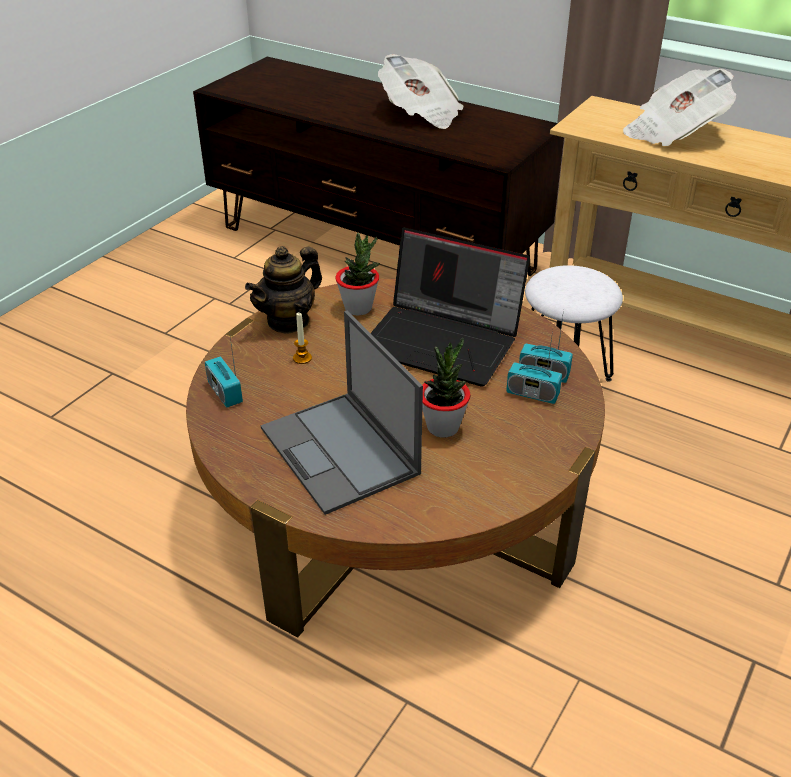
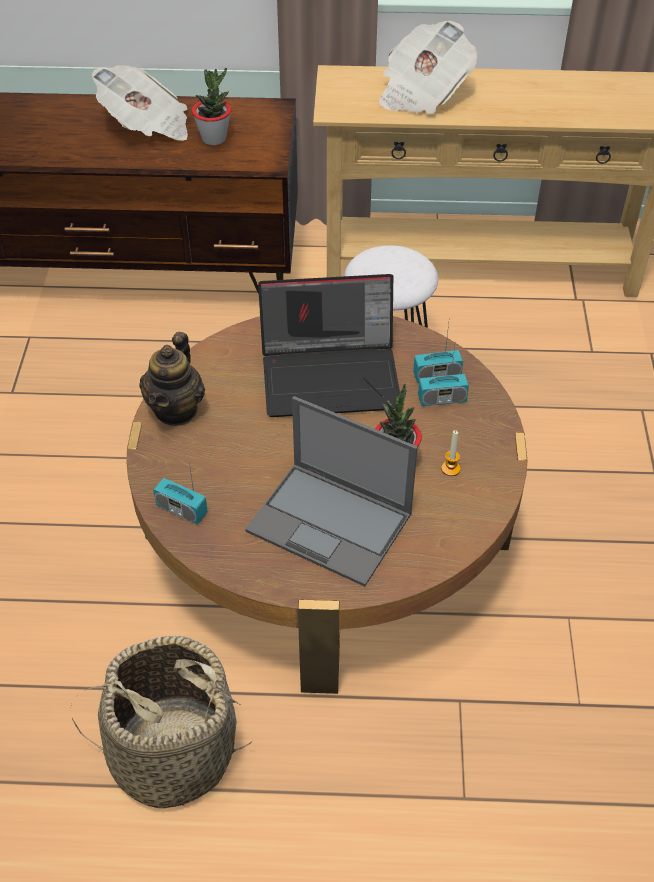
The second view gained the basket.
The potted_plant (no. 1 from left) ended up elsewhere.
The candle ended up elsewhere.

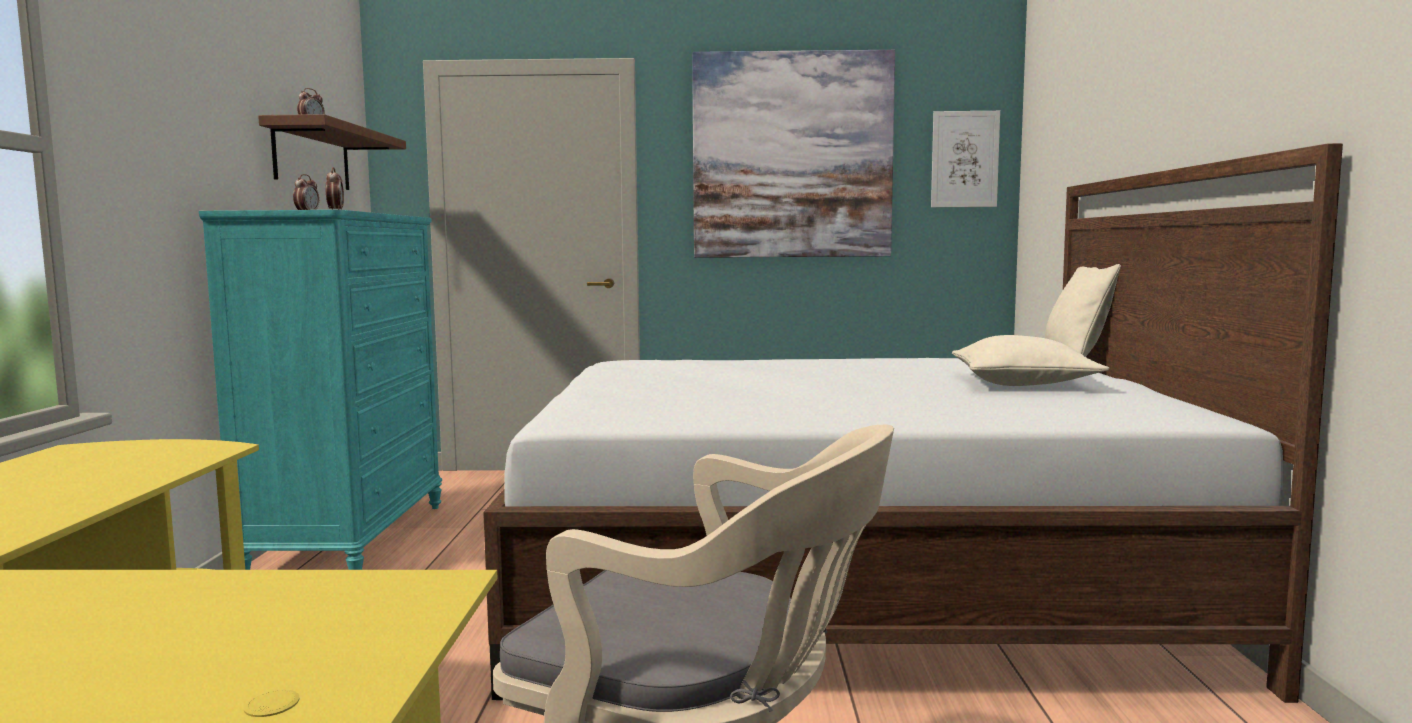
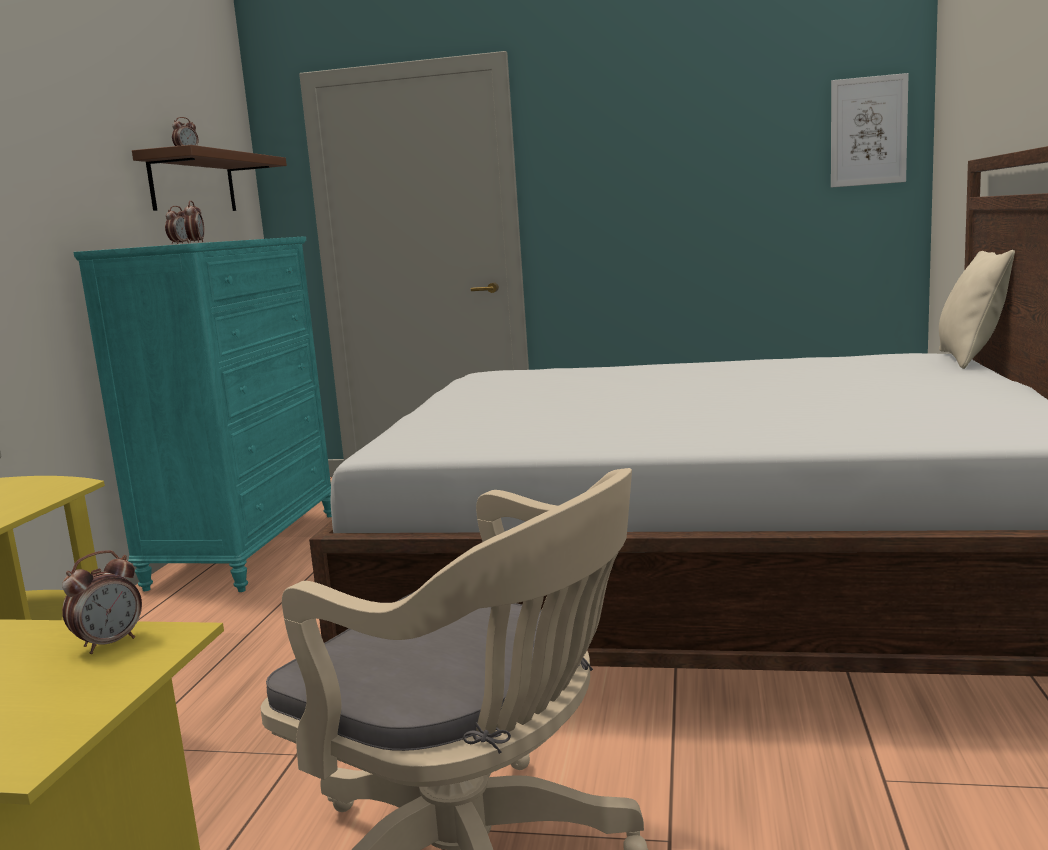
The second view gained the alarm_clock (no. 1 from left).
The second view lost the picture (no. 1 from left).
The second view lost the beige_pillow (no. 1 from left).

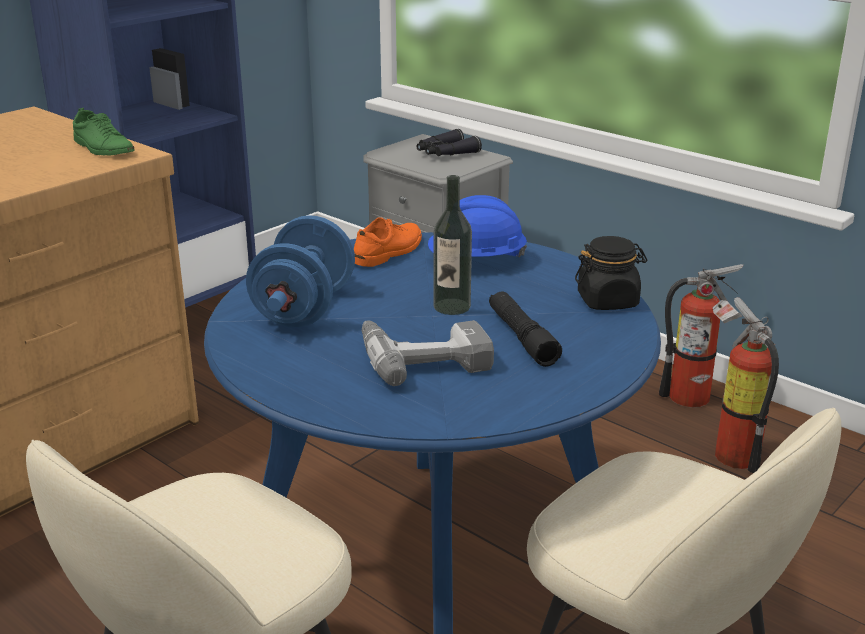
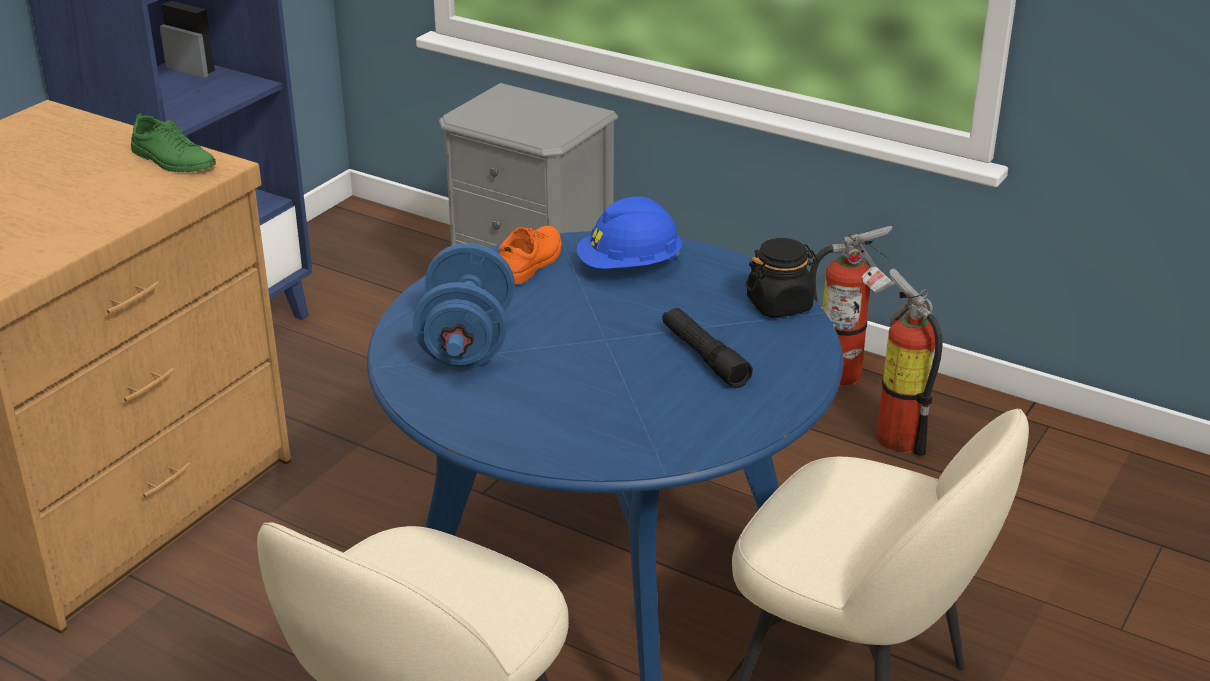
The second view lost the power_drill.
The second view lost the black_binoculars.
The second view lost the bottle.

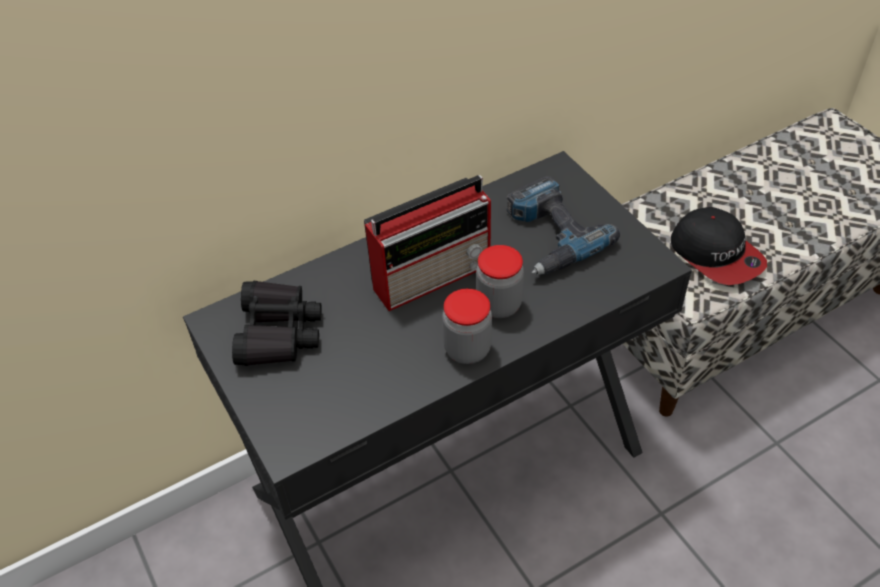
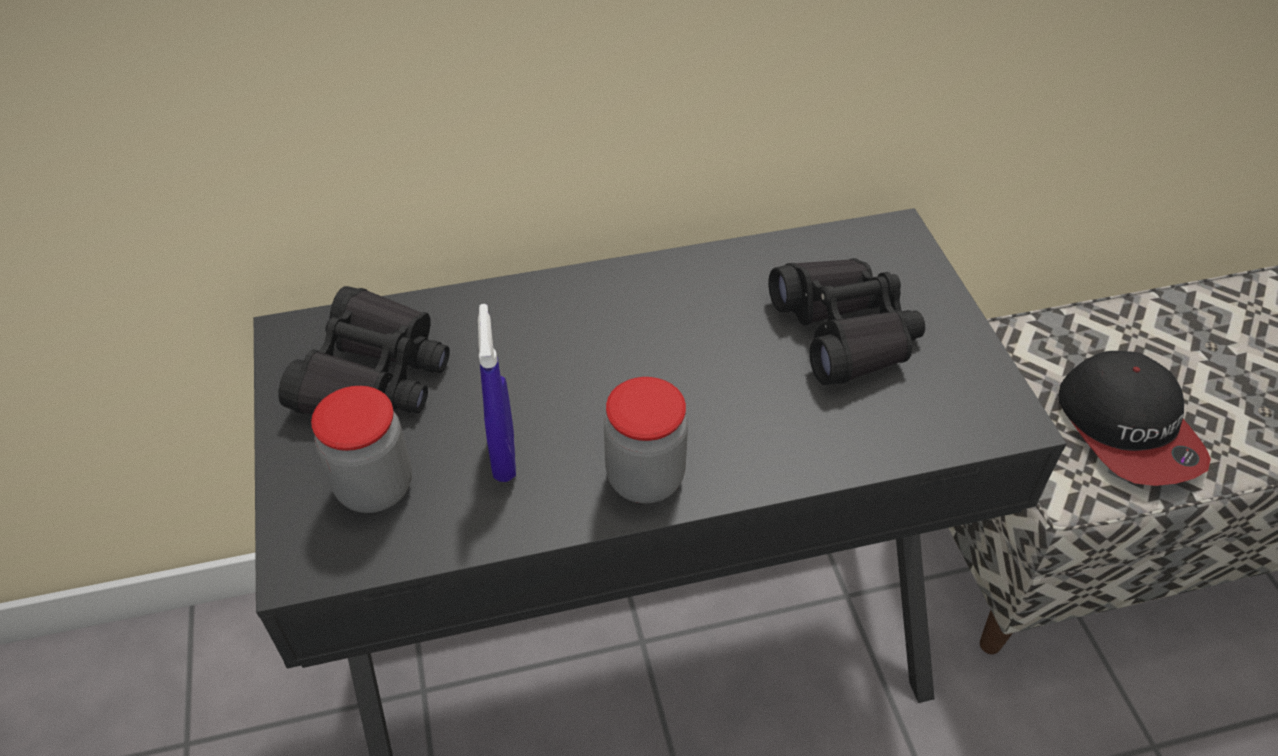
The jar (no. 2 from left in the first image) ended up elsewhere.
The second view gained the blue_spray_bottle.
Where the power_drill stood, the black_binoculars (no. 2 from left) came to stand.
The second view lost the radio.

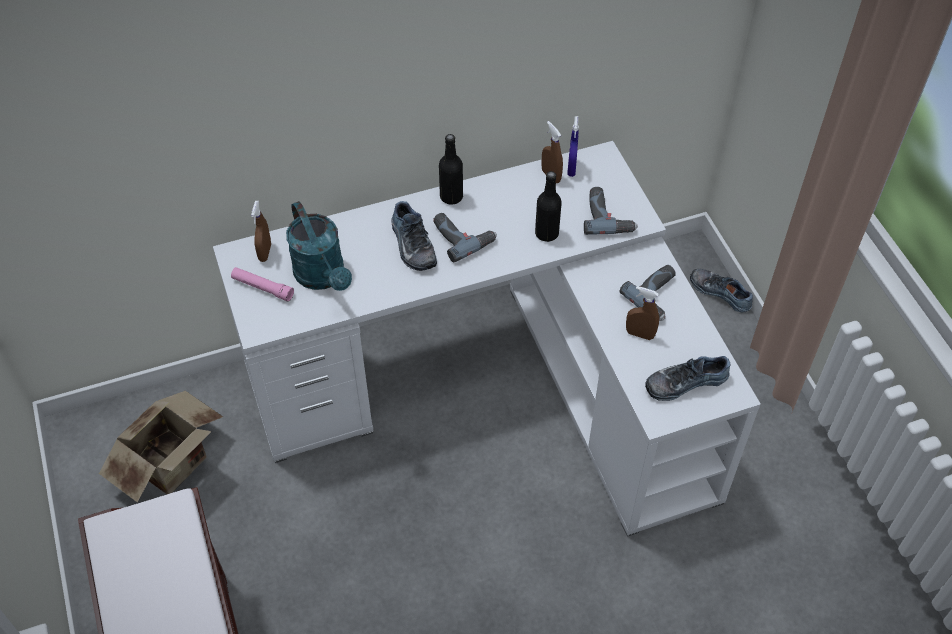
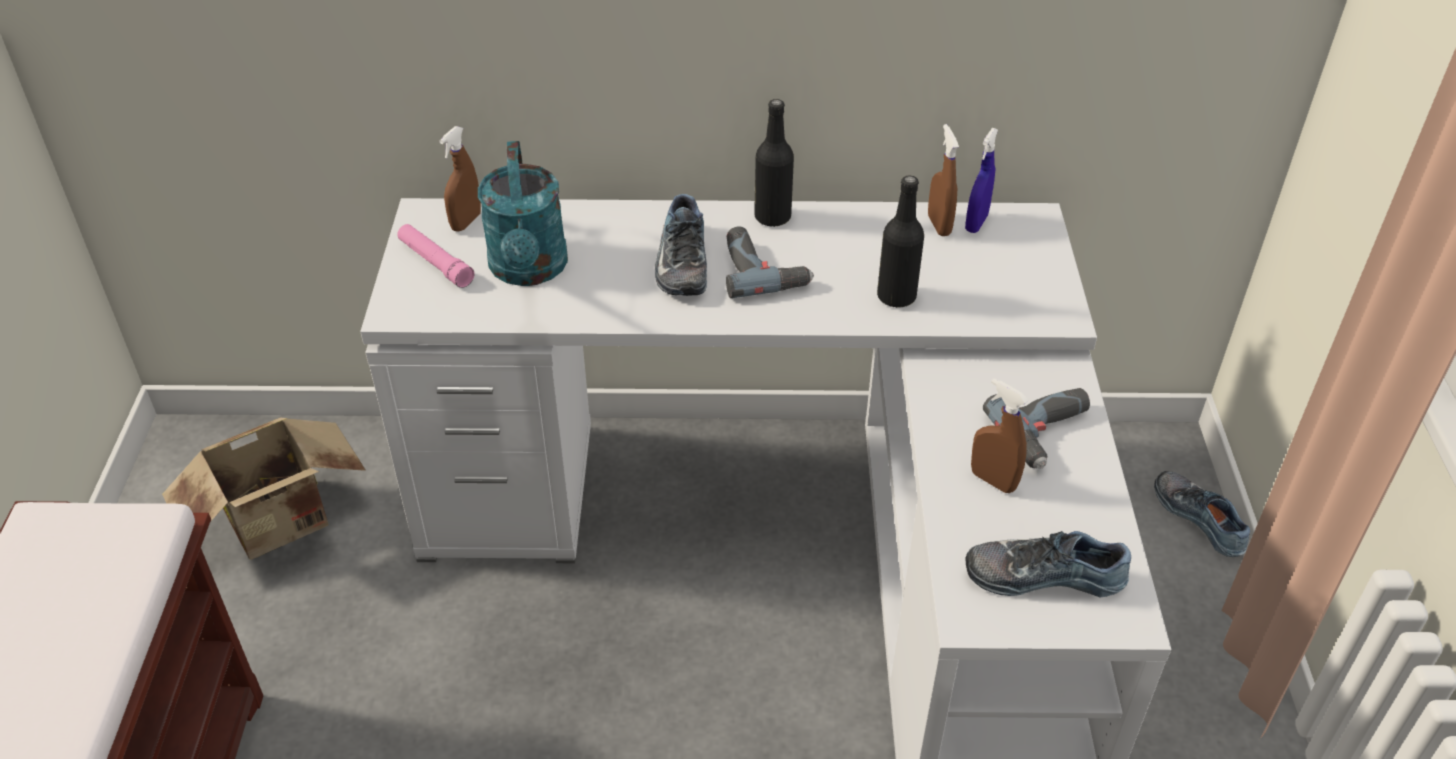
The second view lost the power_drill (no. 2 from left).

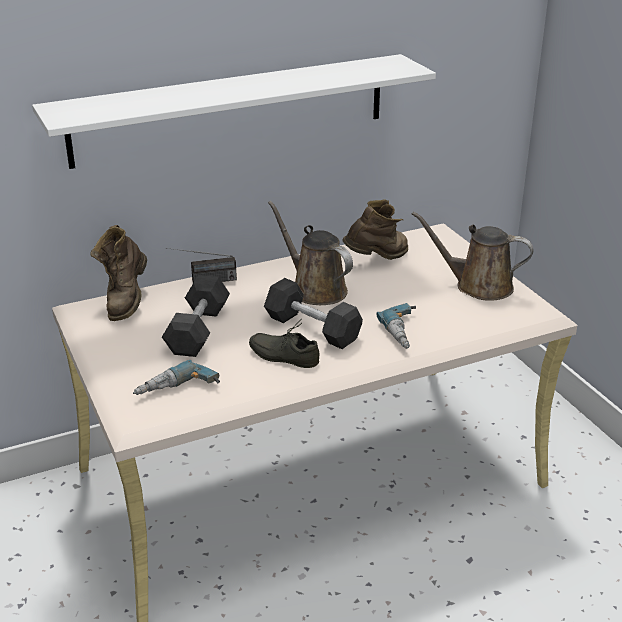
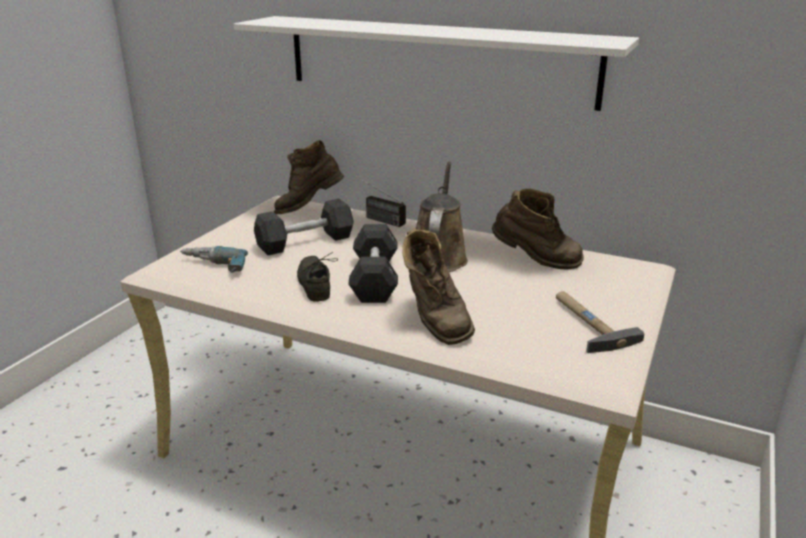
Where the power_drill (no. 2 from left) stood, the brown_boot (no. 2 from left) came to stand.
Where the brown_watering_can (no. 2 from left) stood, the hammer came to stand.

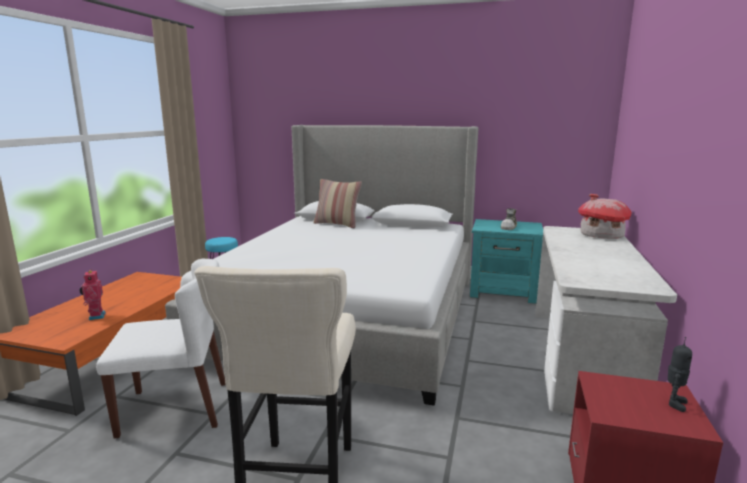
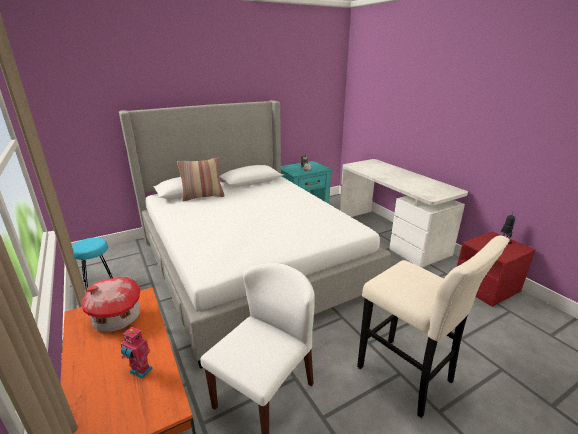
The toy_house ended up elsewhere.

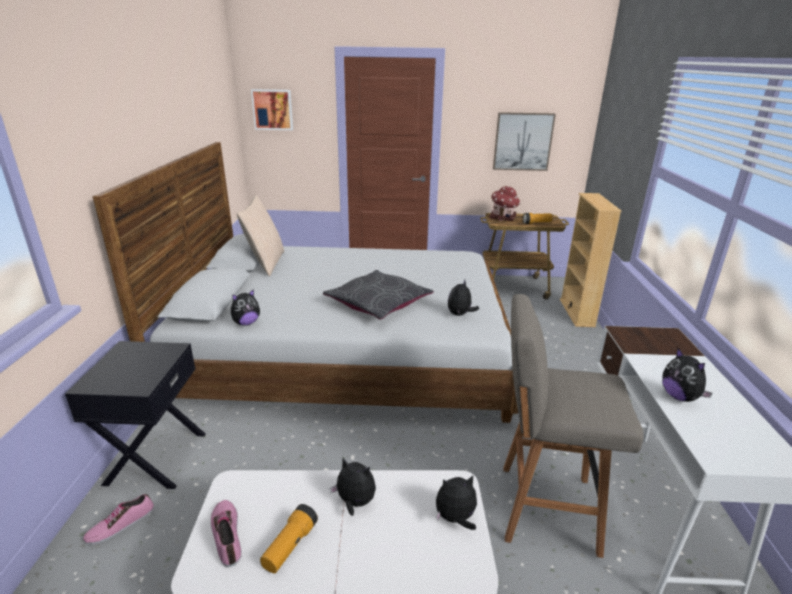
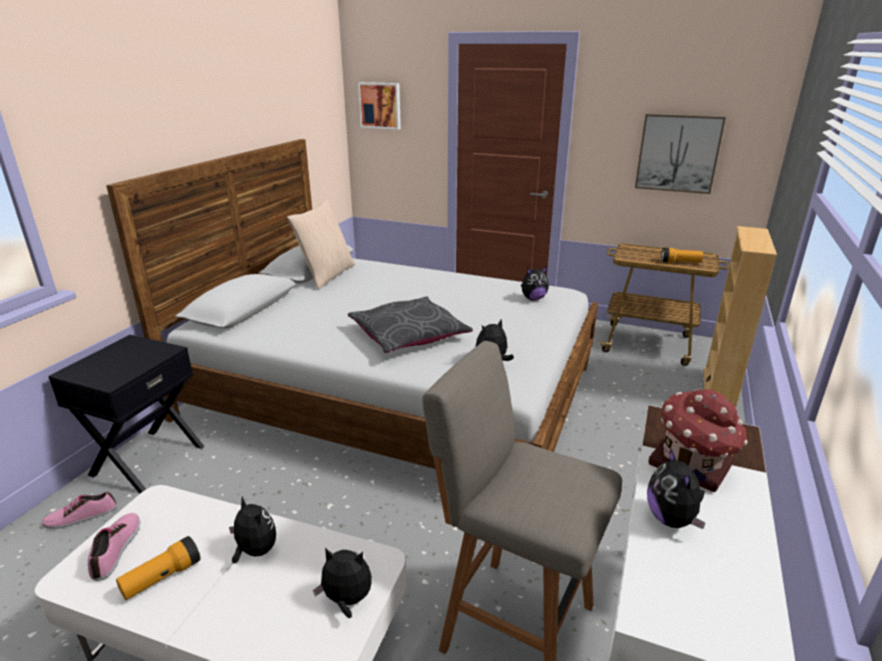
The plush_toy (no. 1 from left in the first image) ended up elsewhere.
The toy_house ended up elsewhere.

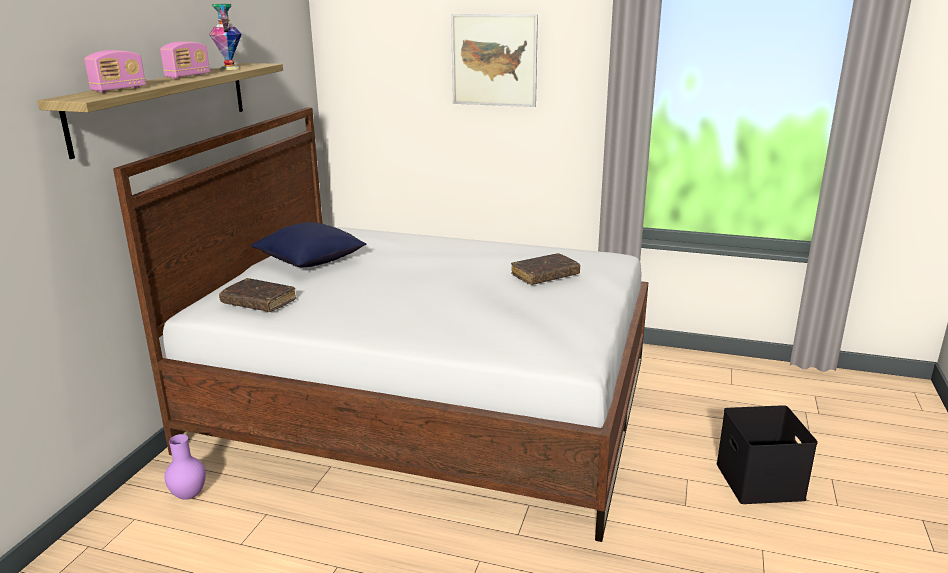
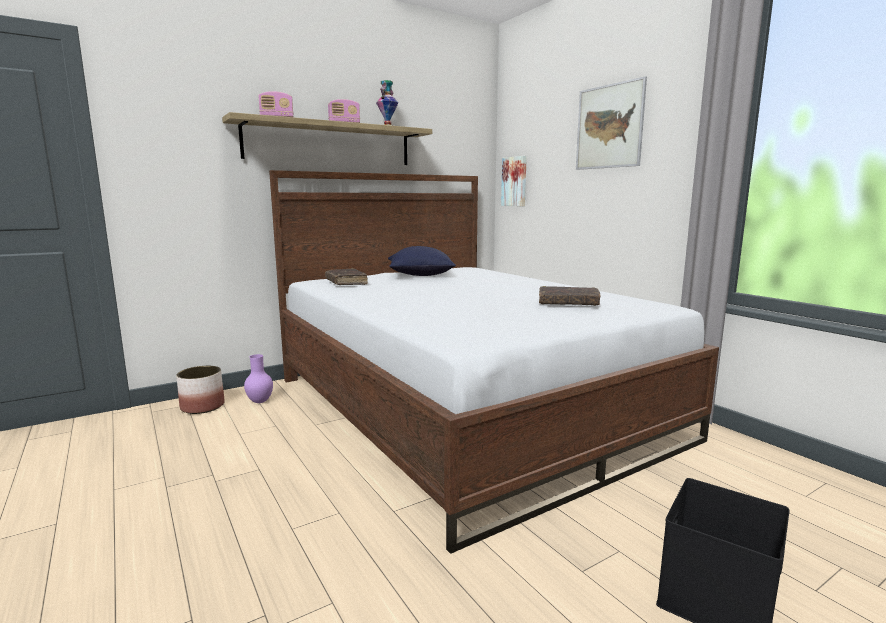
The second view gained the planter.
The second view gained the picture (no. 1 from left).

